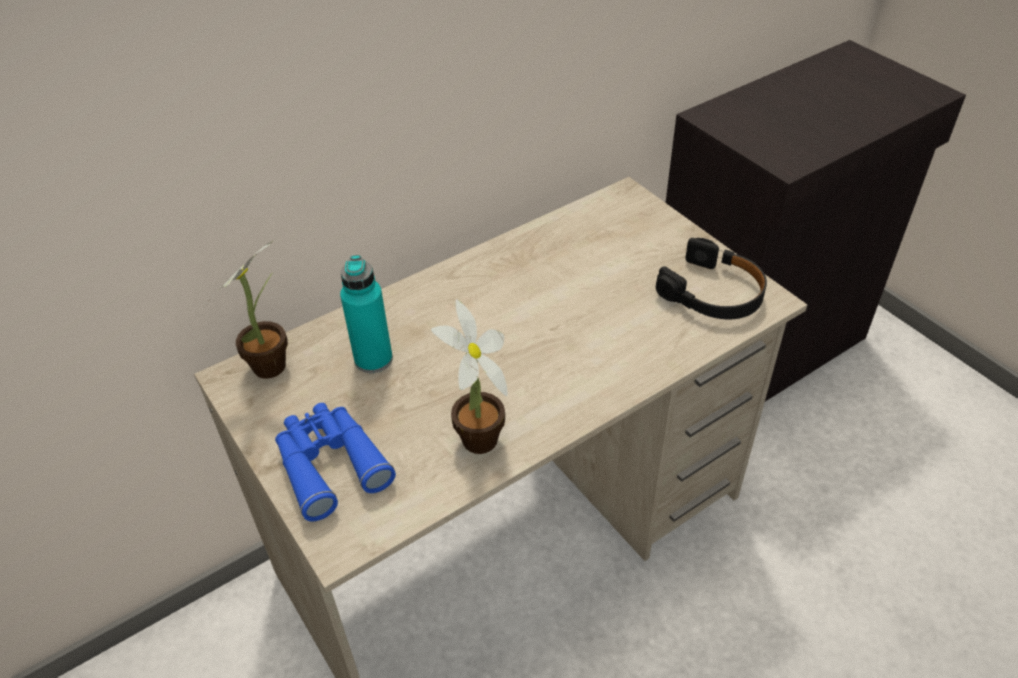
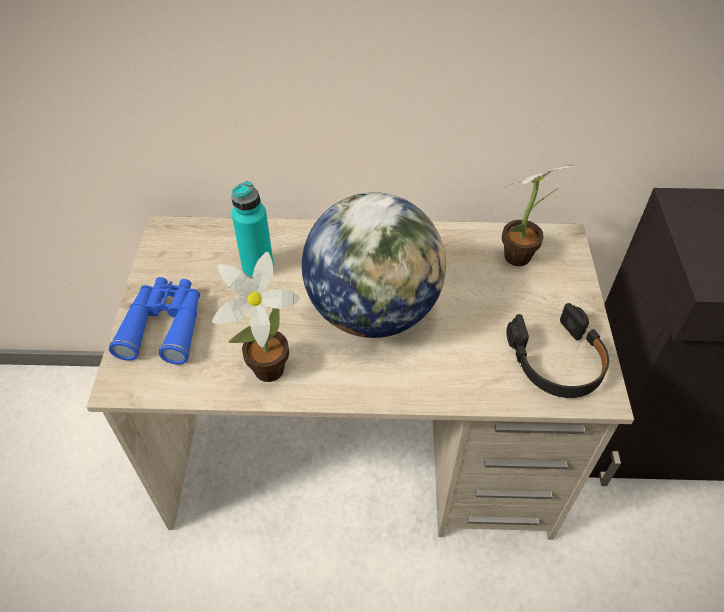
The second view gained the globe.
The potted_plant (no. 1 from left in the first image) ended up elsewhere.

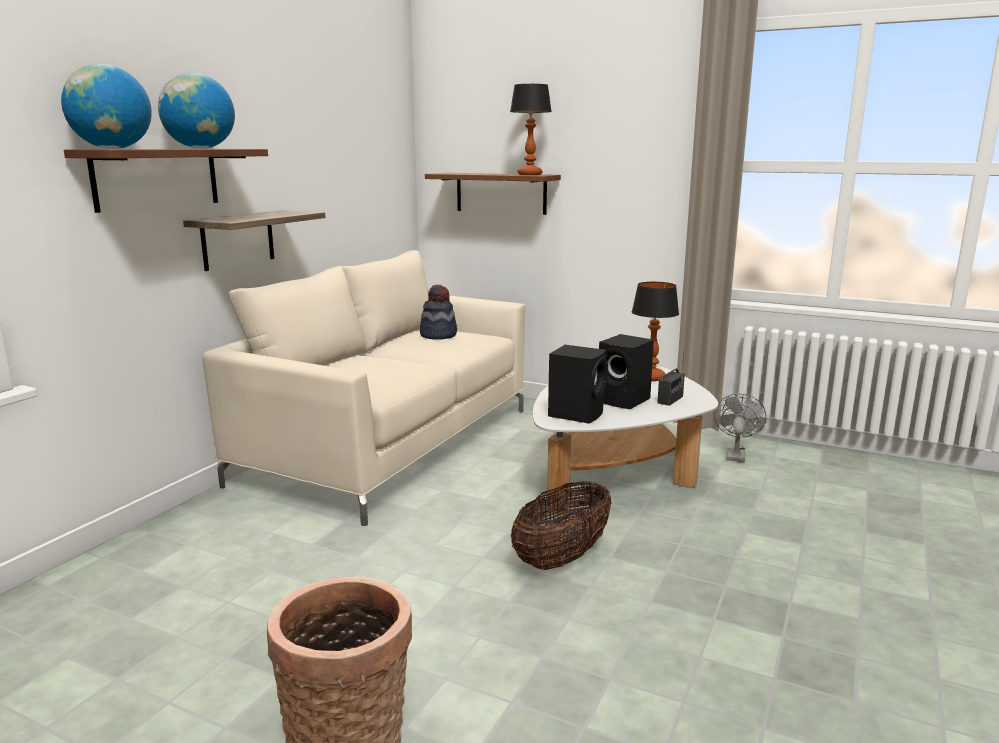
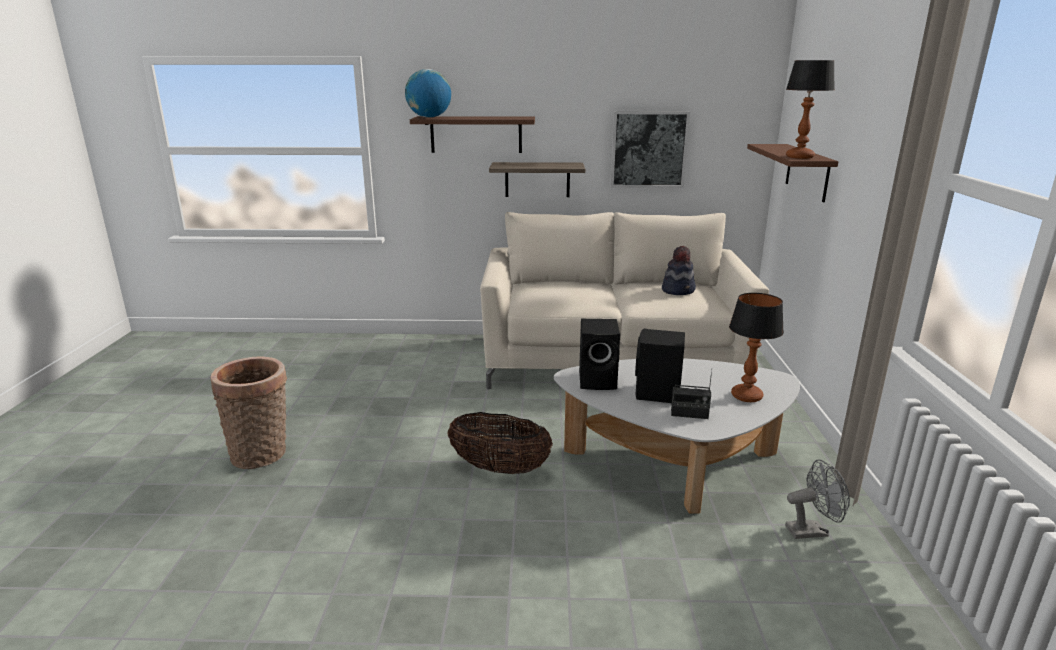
The second view gained the picture.
The second view lost the globe (no. 2 from left).

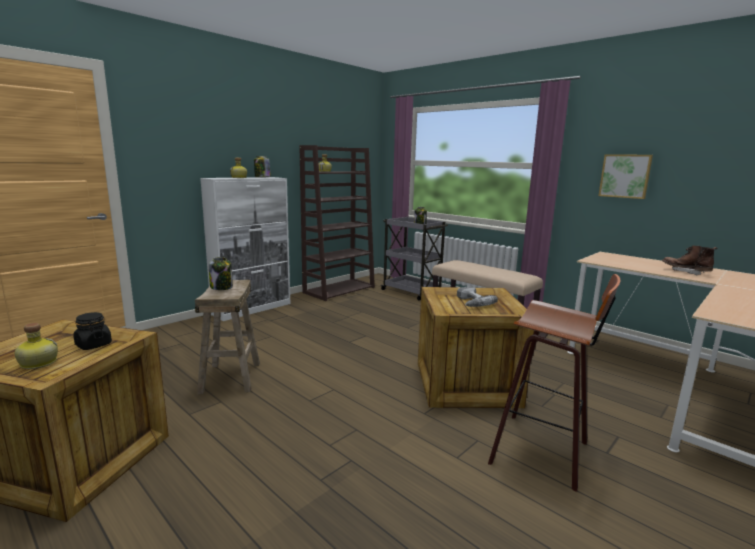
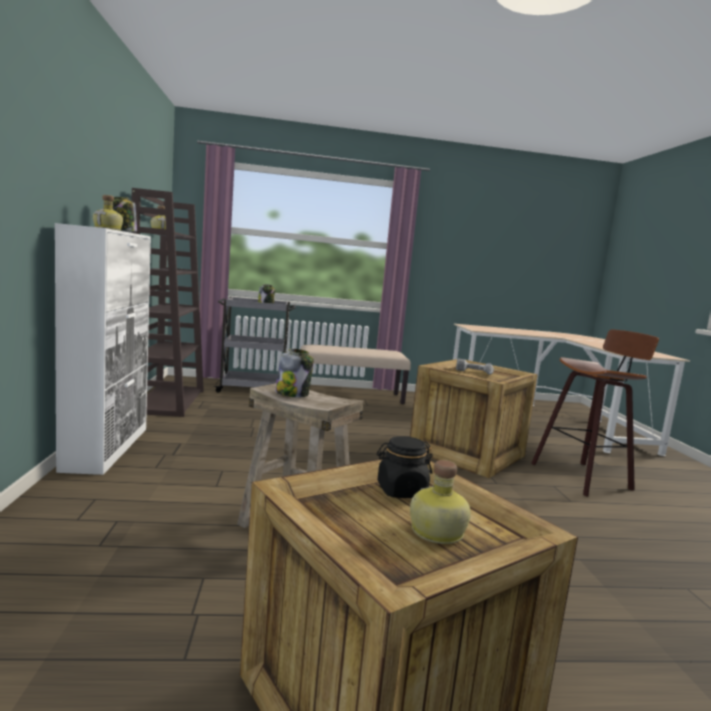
The second view lost the picture.
The second view lost the brown_boot.

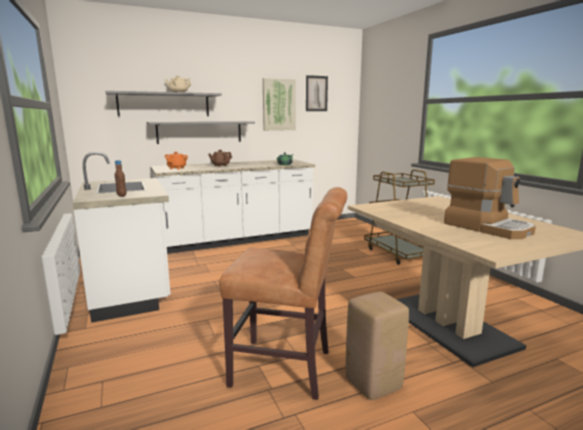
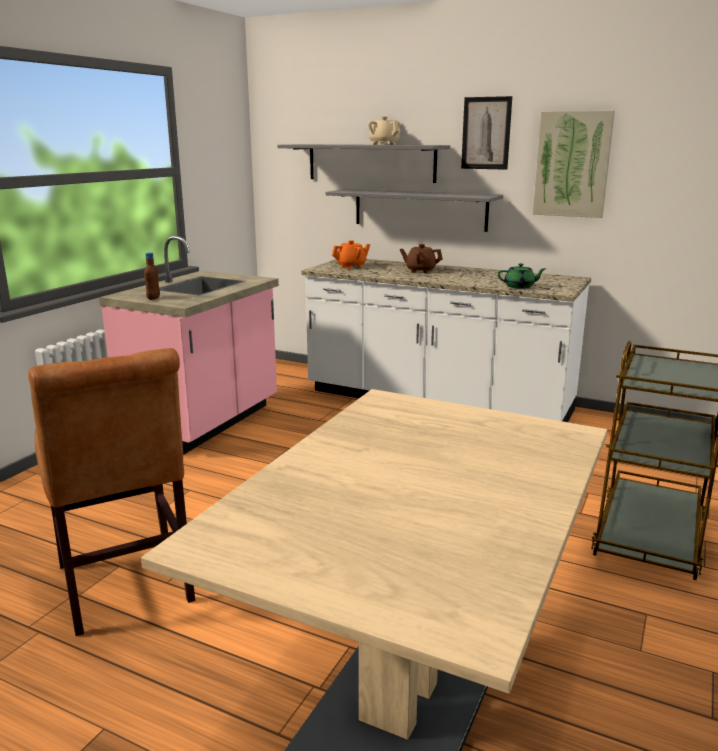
What was the white_counter (no. 1 from left) turned into the pink_counter.
The picture (no. 2 from left in the first image) ended up elsewhere.
The second view lost the beige_stool.
The second view lost the coffee_machine.

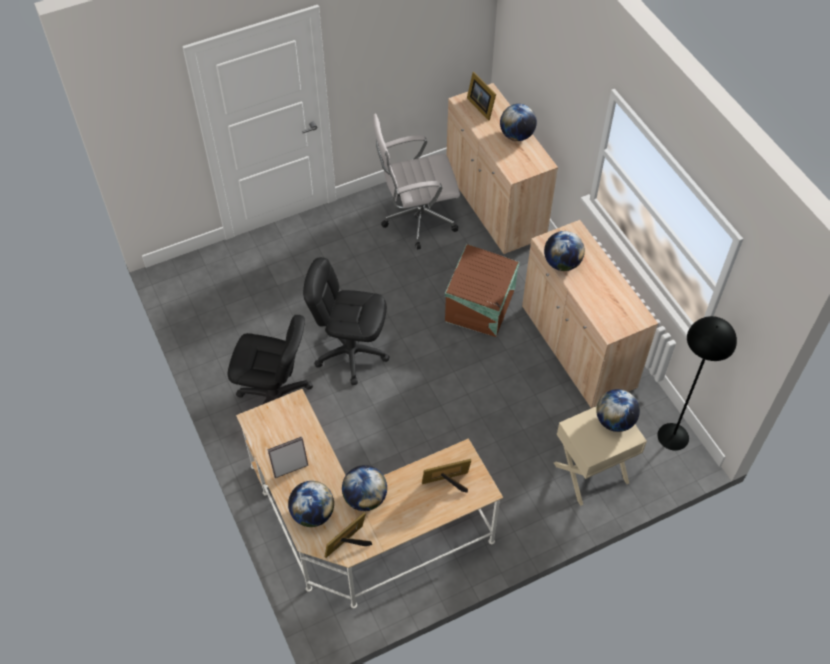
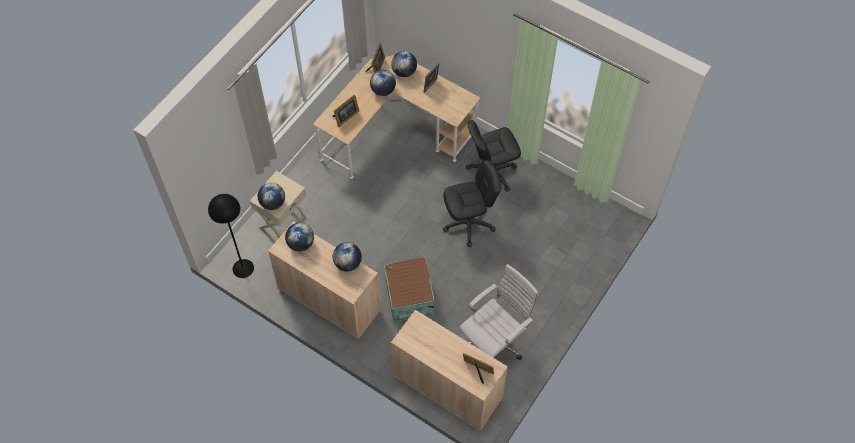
The globe (no. 3 from left in the first image) ended up elsewhere.

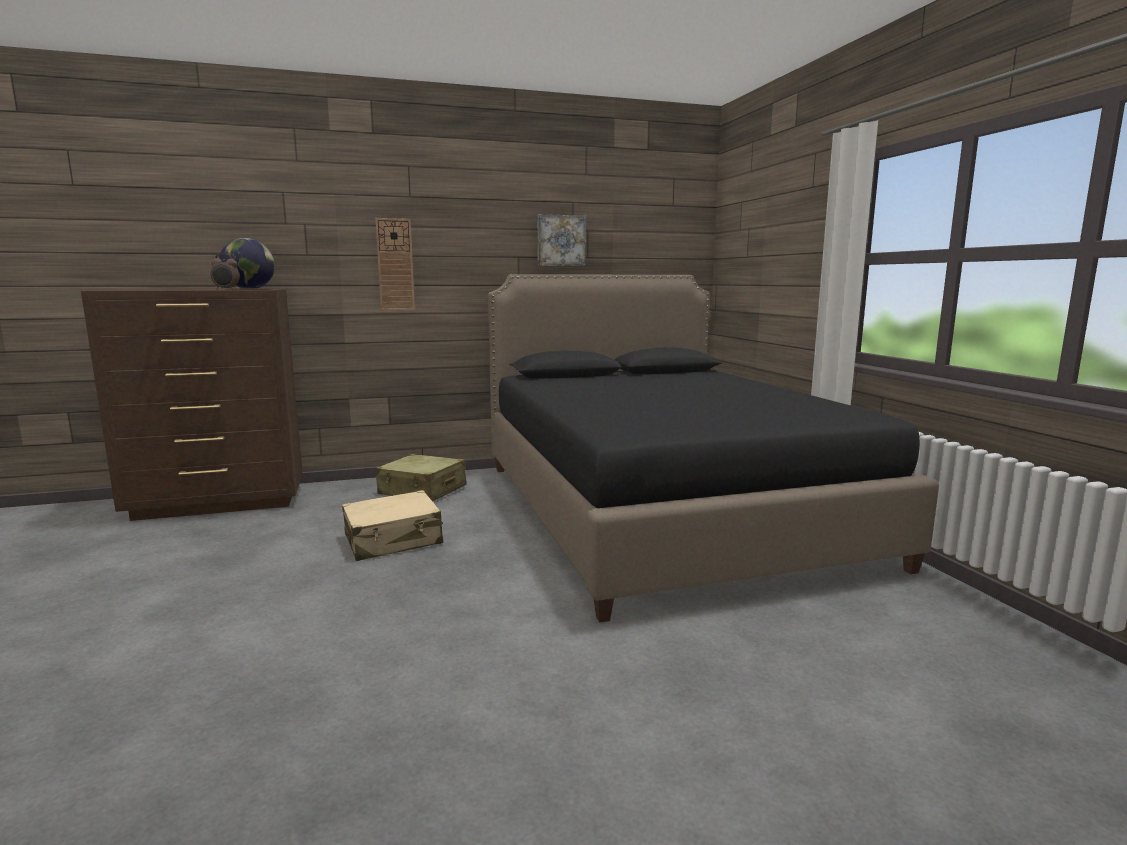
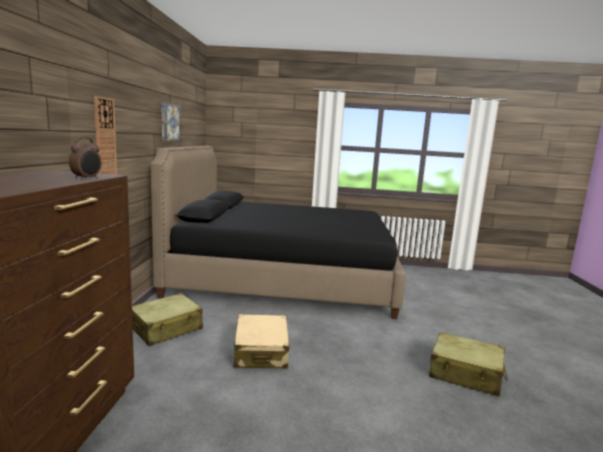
The second view gained the beige_suitcase (no. 3 from left).
The second view lost the globe.

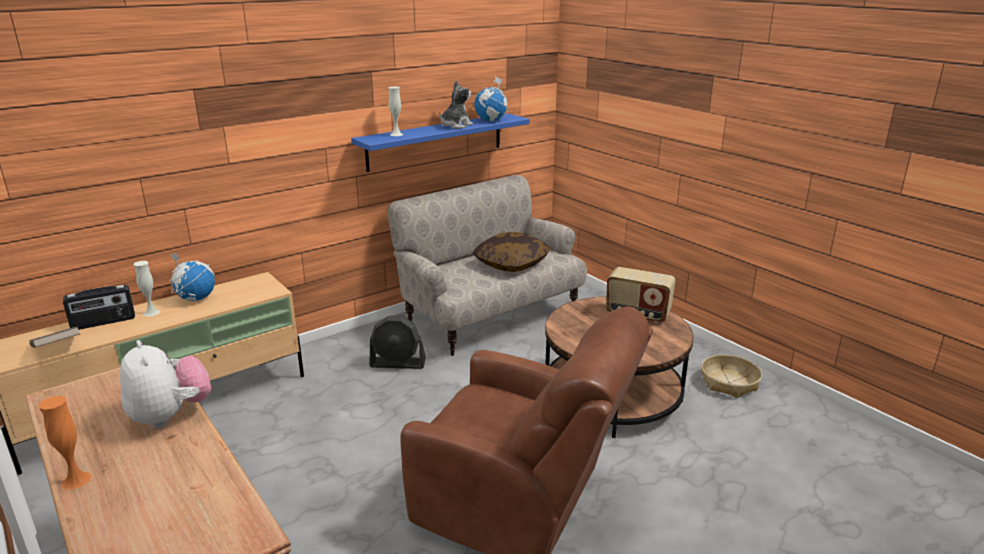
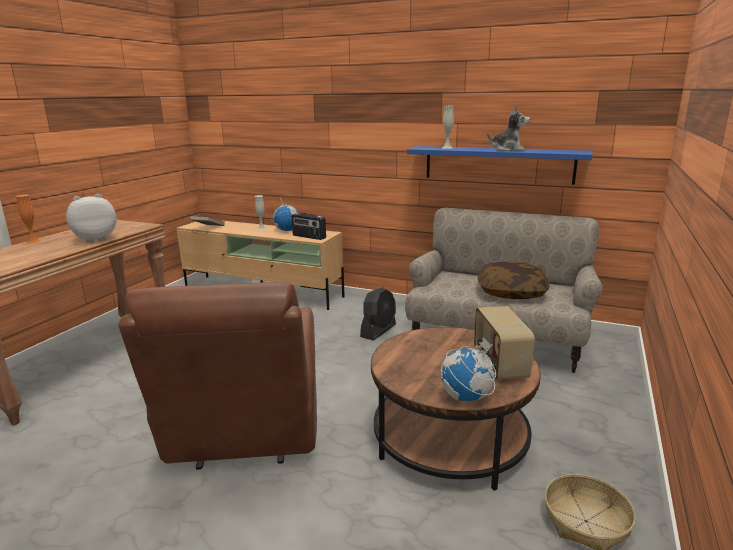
The plush_toy (no. 1 from left) ended up facing another way, 150 degrees counterclockwise from before.
The radio (no. 1 from left) ended up elsewhere.
The black_fan ended up facing another way, 120 degrees counterclockwise from before.
The globe (no. 2 from left) ended up elsewhere.

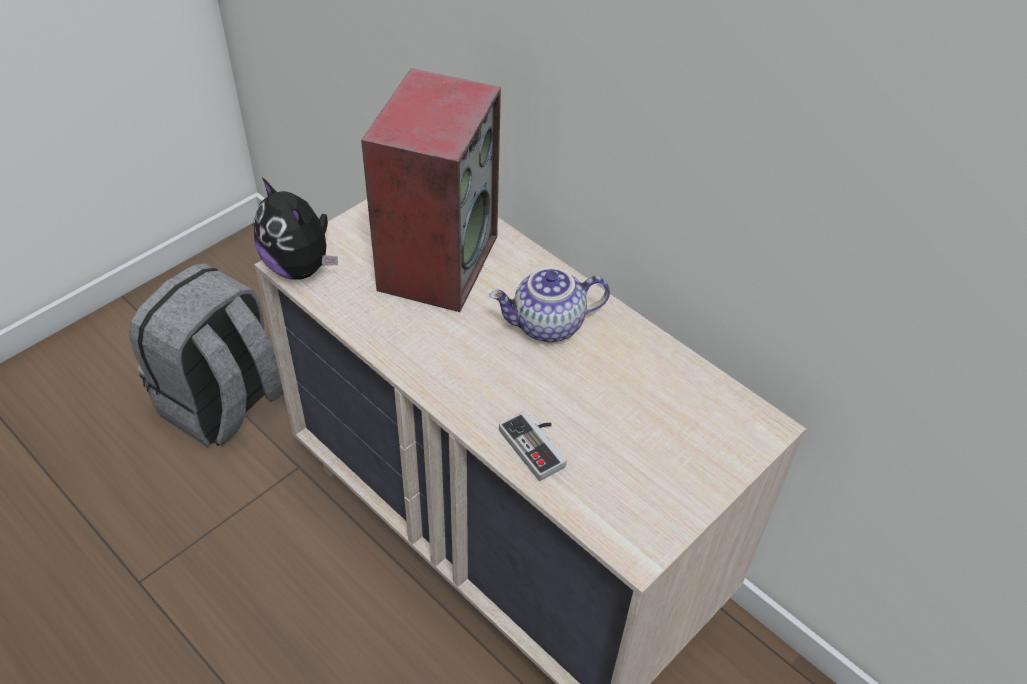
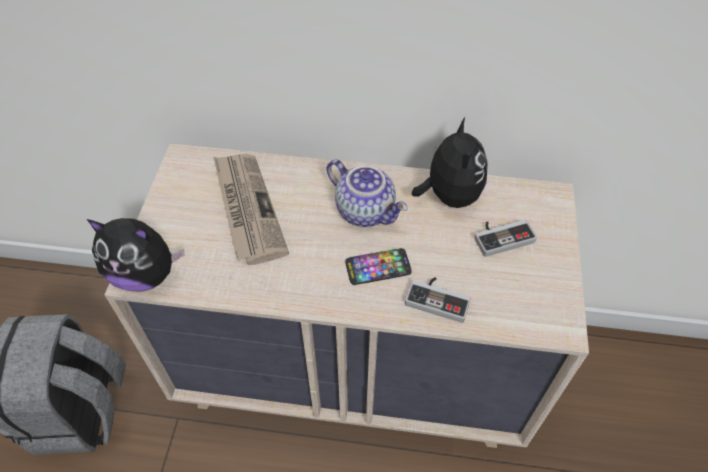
Where the speaker stood, the newspaper came to stand.
The teapot ended up facing another way, 90 degrees counterclockwise from before.
The second view gained the phone.
The second view gained the plush_toy (no. 2 from left).
The second view gained the game_controller (no. 2 from left).

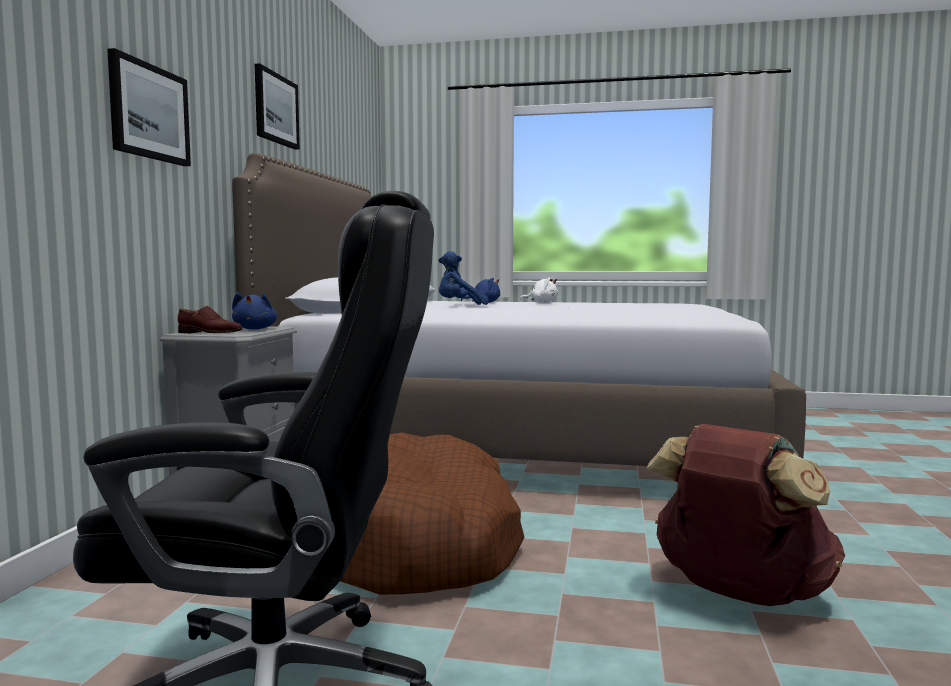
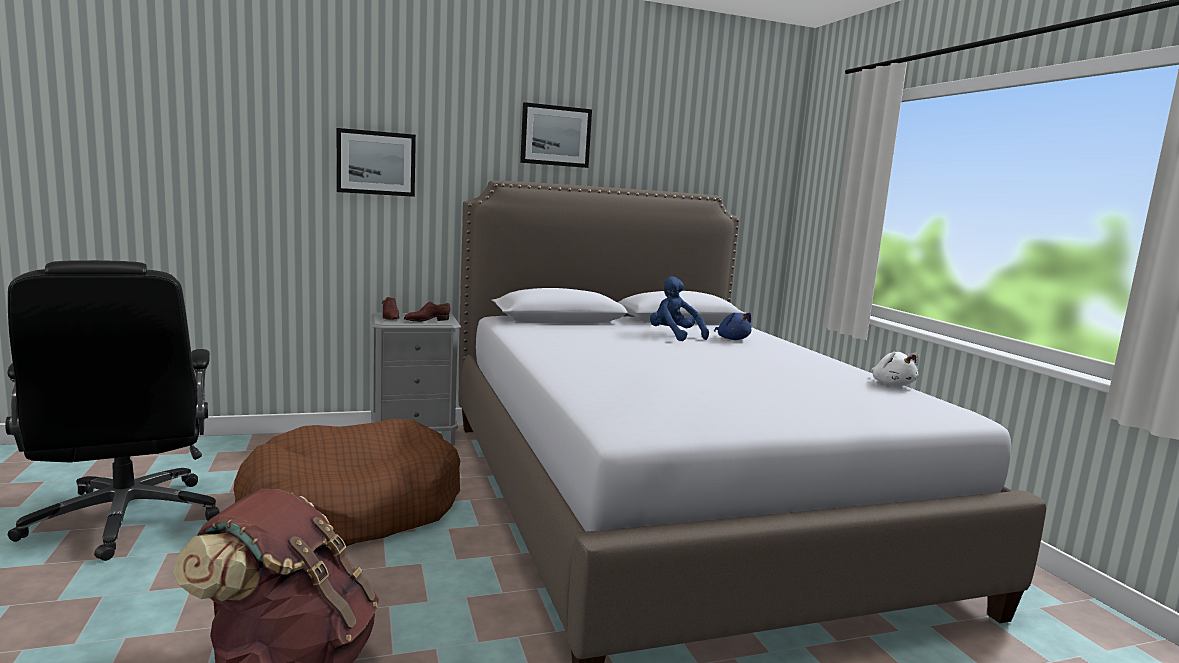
Where the blue_plush_toy (no. 1 from left) stood, the brown_shoe (no. 2 from left) came to stand.
The white_plush_toy ended up elsewhere.

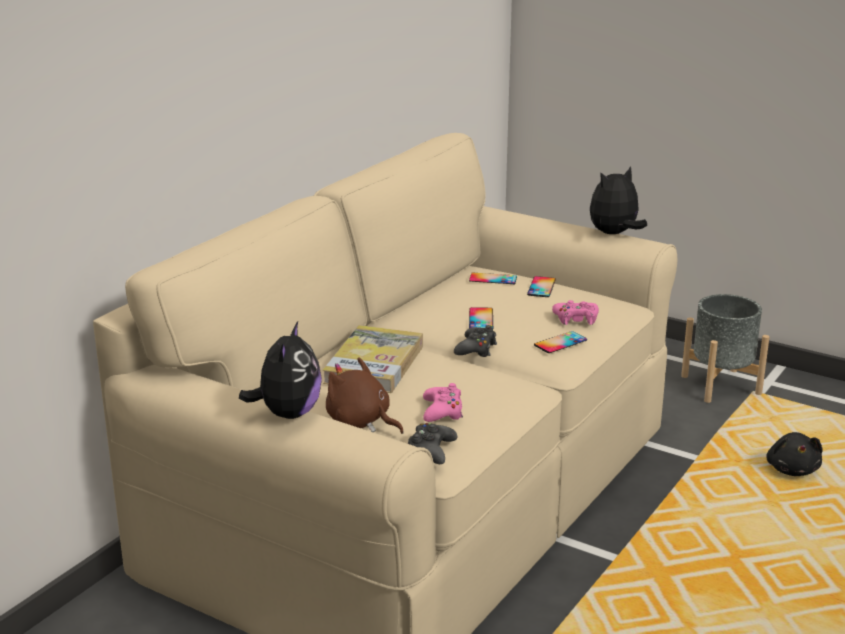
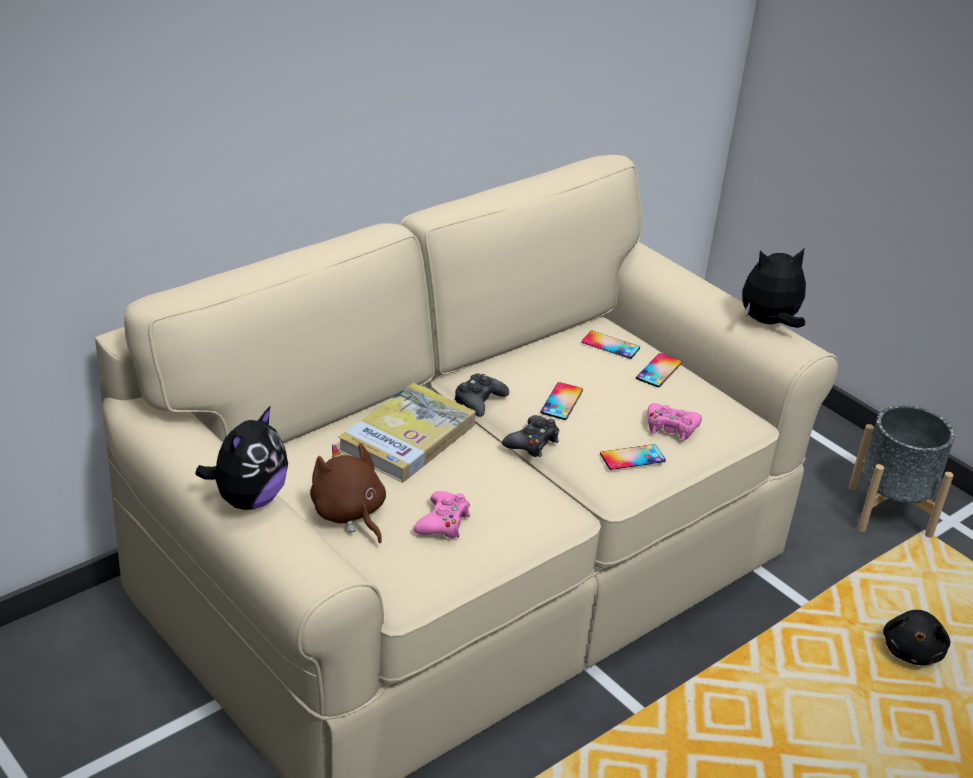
The black_game_controller (no. 1 from left) ended up elsewhere.

